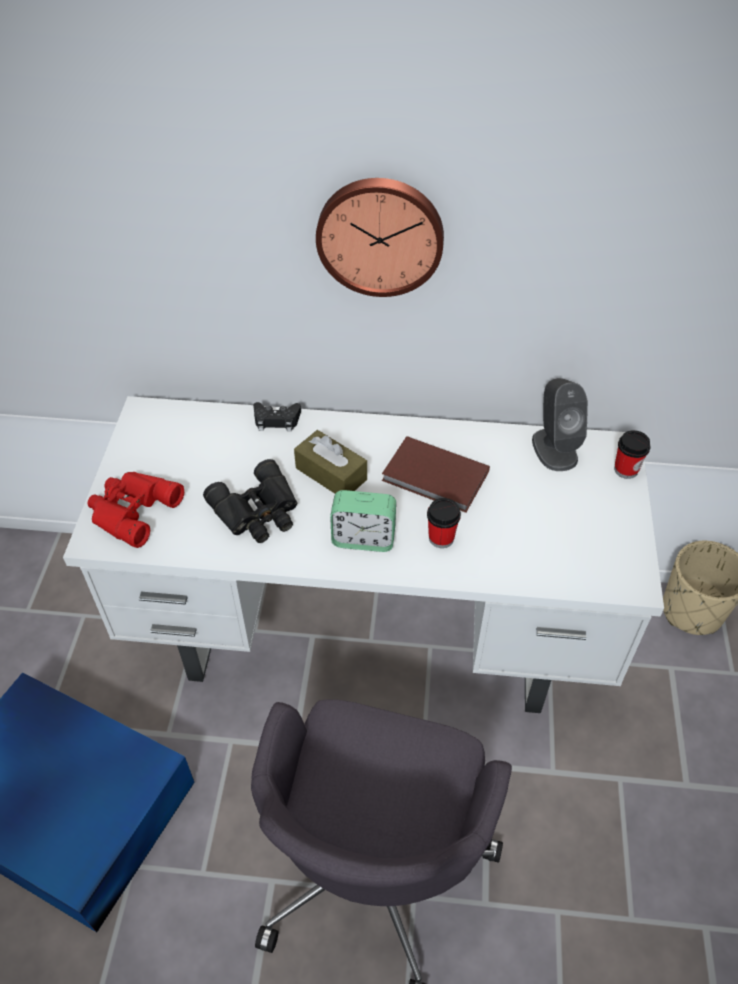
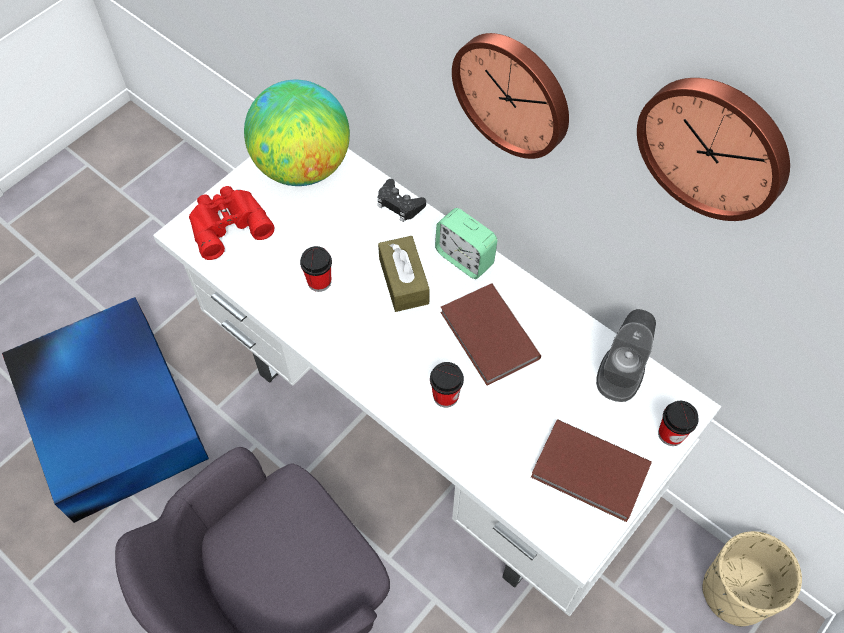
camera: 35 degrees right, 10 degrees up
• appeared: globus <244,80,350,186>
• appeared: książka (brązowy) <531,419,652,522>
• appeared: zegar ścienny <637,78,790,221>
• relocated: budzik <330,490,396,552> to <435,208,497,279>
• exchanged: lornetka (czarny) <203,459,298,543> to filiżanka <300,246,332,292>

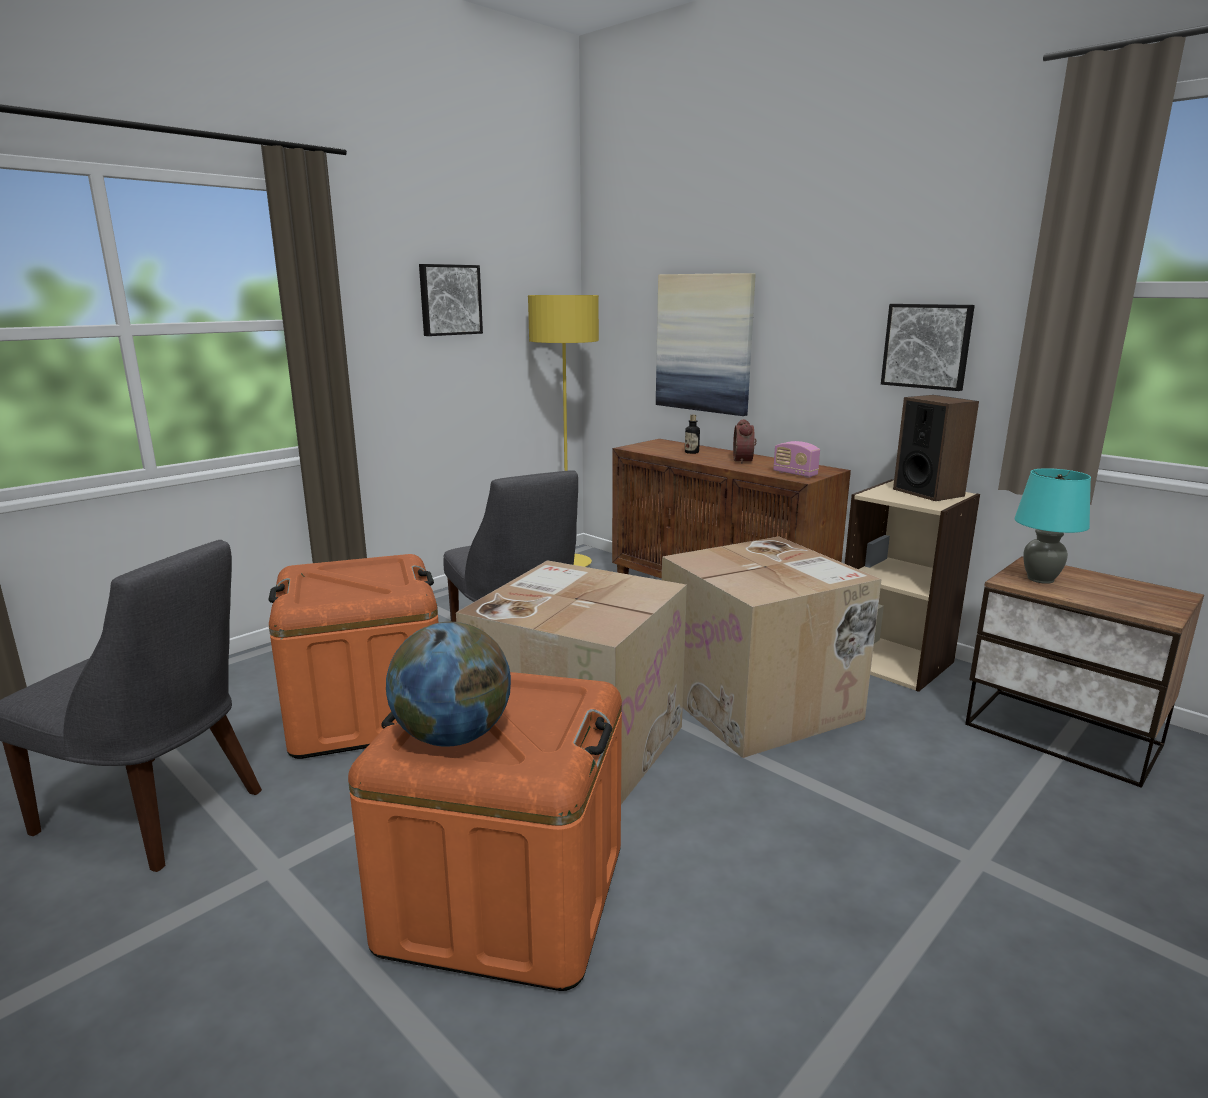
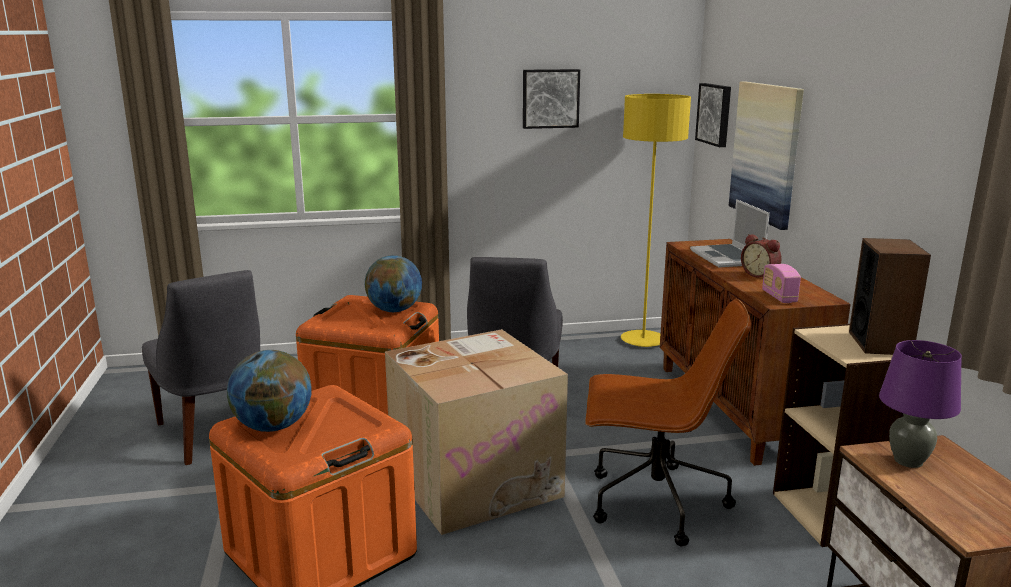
camera: 35 degrees right, 0 degrees up
• appeared: globus <365,255,422,312>
• relocated: obraz <881,304,975,391> to <695,83,731,147>
• exchanged: karton <662,537,882,758> to krzesło biurowe (brązowy) <585,299,751,546>
• exchanged: butelka <685,415,700,454> to laptop <690,199,770,267>
• colour: lampa stołowa (turkusowy) <1015,468,1091,584> to lampa stołowa (fioletowy) <879,340,962,468>
• spun: budzik <733,419,757,464> = <741,234,782,277> 75 degrees counterclockwise

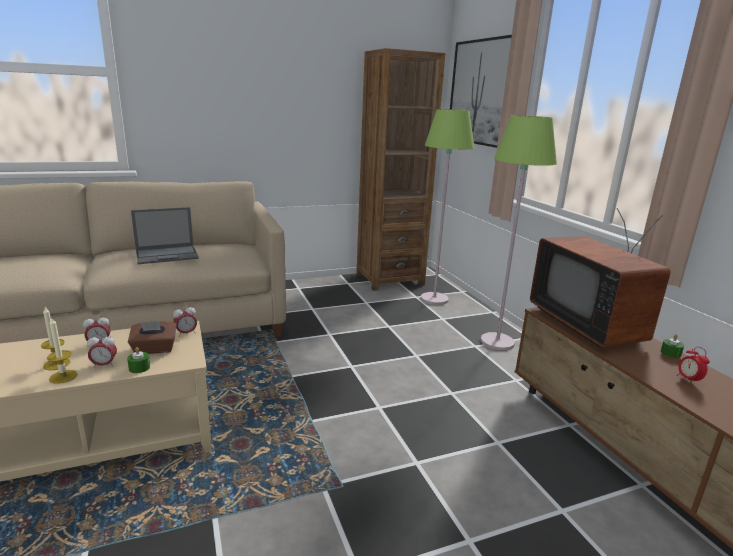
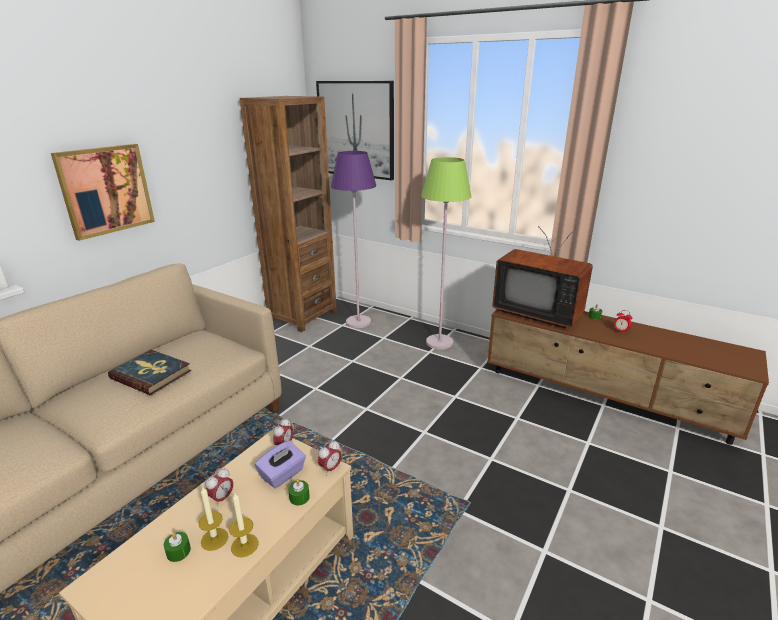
camera: 35 degrees left, 5 degrees up
• appeared: obraz <51,144,155,241>
• appeared: świeca (zielony) <164,532,191,562>
• relocated: budzik <87,333,117,368> to <318,440,342,473>
• exchanged: laptop <131,207,199,264> to książka <108,350,191,395>
• colour: pudełko chusteczek (brązowy) <128,321,177,354> to pudełko chusteczek (fioletowy) <255,440,306,488>
• colour: lampa stojąca (zielony) <421,109,474,305> to lampa stojąca (fioletowy) <331,151,376,328>

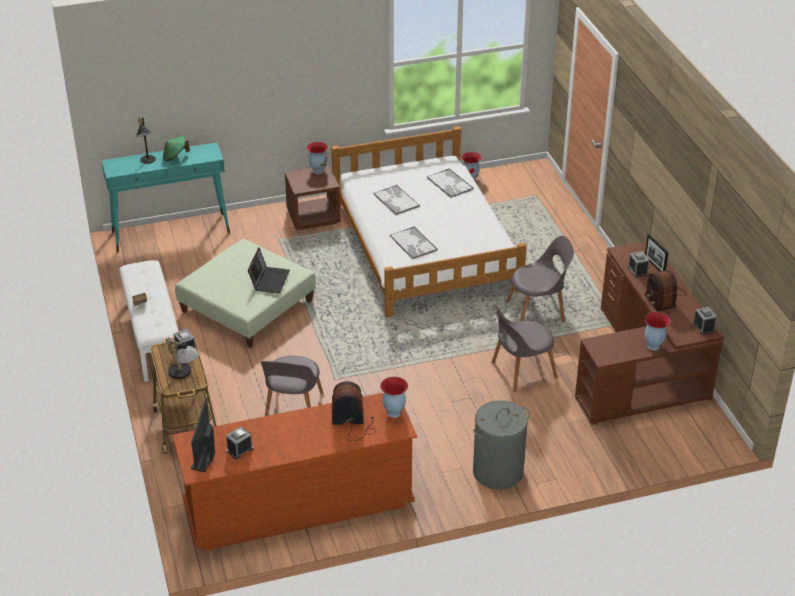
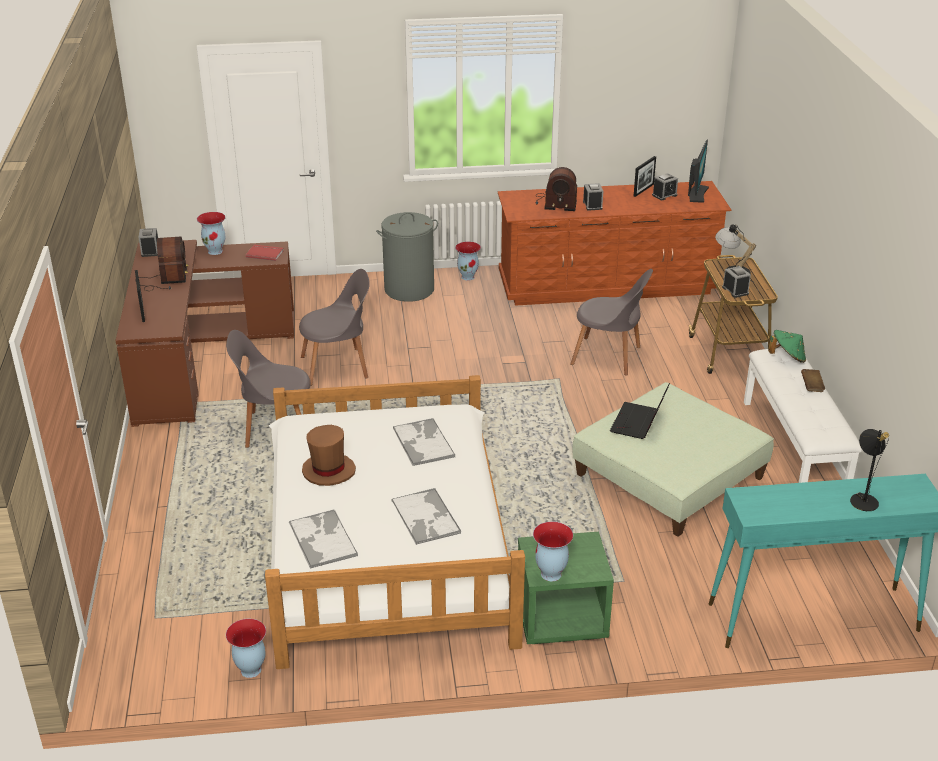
camera: 170 degrees left, 5 degrees down
• appeared: książka (czerwony) <246,245,283,261>
• appeared: kapelusz (brązowy) <302,425,356,486>
• appeared: ramka na zdjęcie <634,156,656,197>
• relocated: kapelusz (zielony) <163,136,190,161> to <768,330,806,363>
• relocated: wazon <380,377,408,418> to <455,242,481,281>
• relocated: budzik <628,251,649,278> to <583,183,603,211>
• colour: szafka nocna (brązowy) <285,165,341,230> to szafka nocna (zielony) <518,532,614,644>
• spun: krzesło (szary) <261,356,323,416> = <570,269,653,376> 90 degrees clockwise

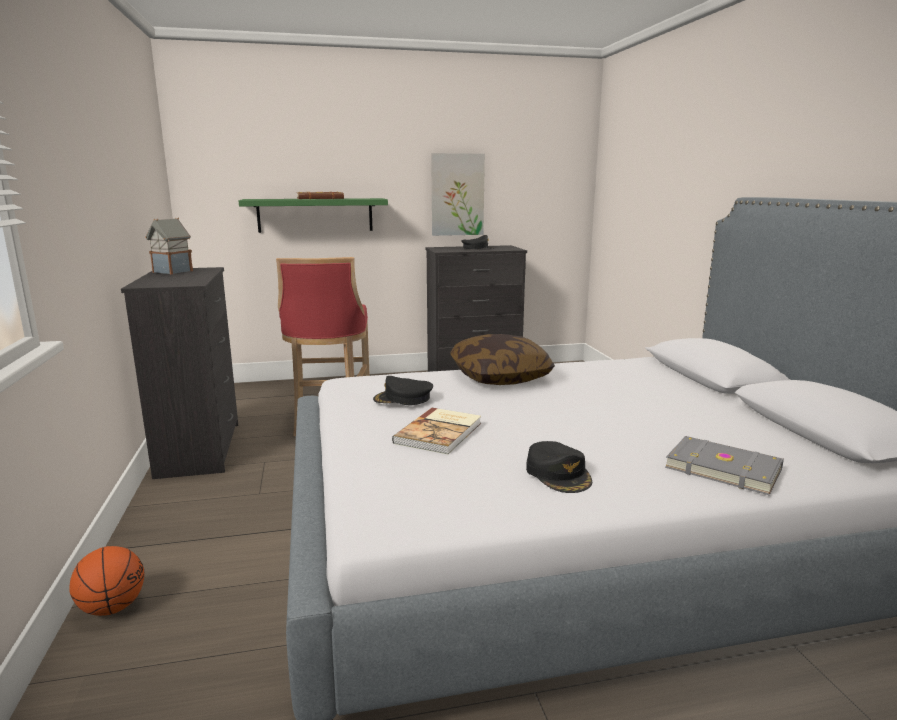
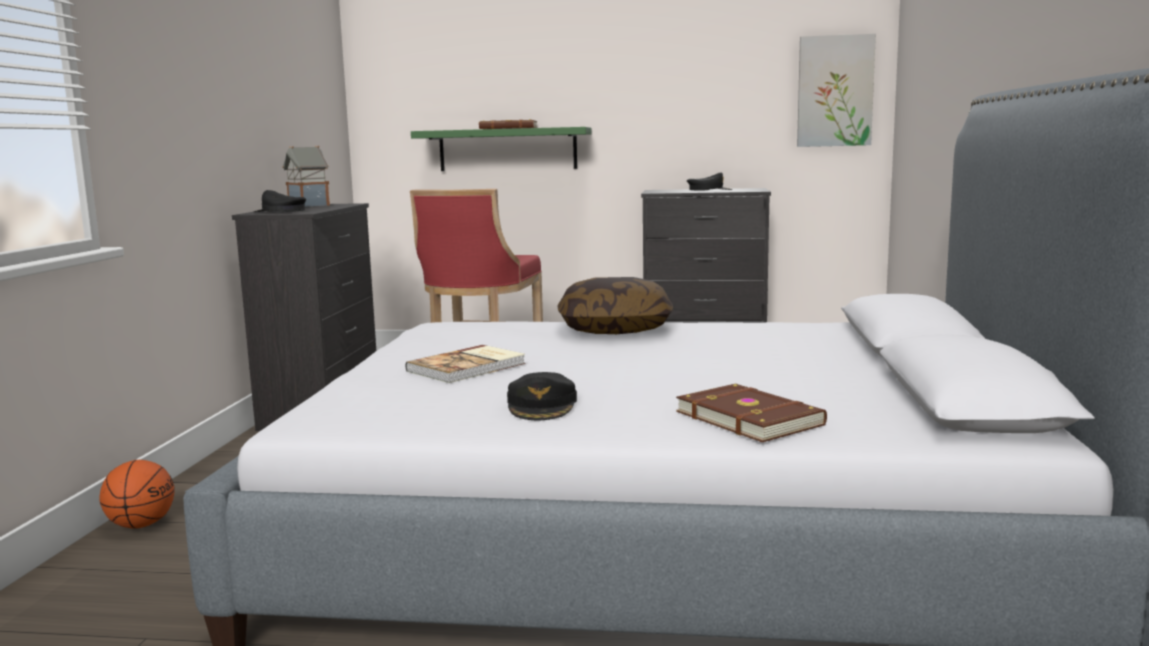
camera: 20 degrees right, 5 degrees down
• relocated: czapka z daszkiem (czarny) <373,376,433,405> to <254,190,306,212>
• relocated: obraz <431,153,485,236> to <797,34,876,147>
• colour: książka (szary) <665,436,784,495> to książka (brązowy) <676,384,827,442>

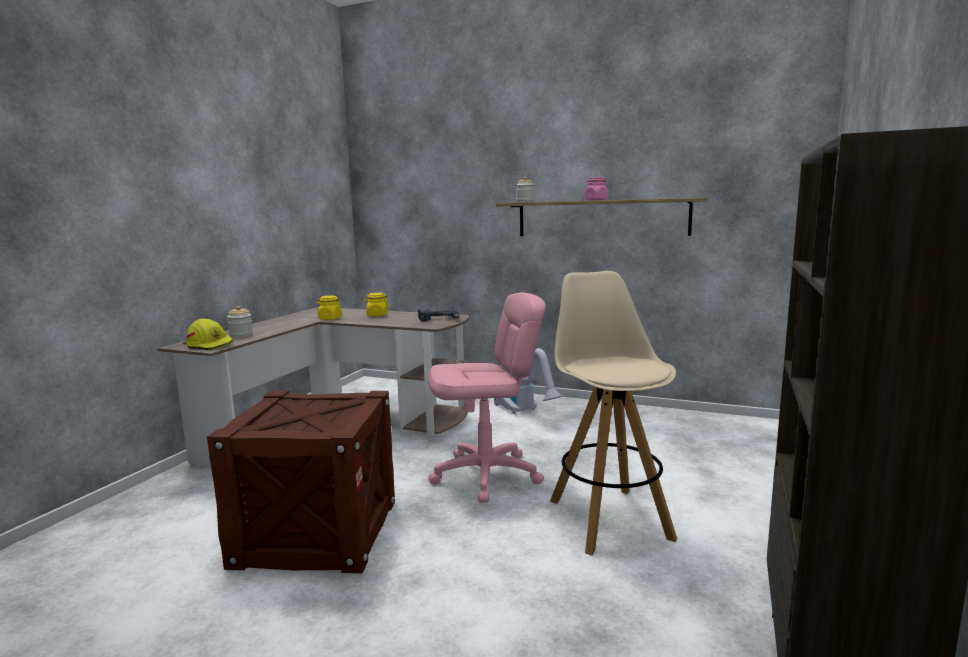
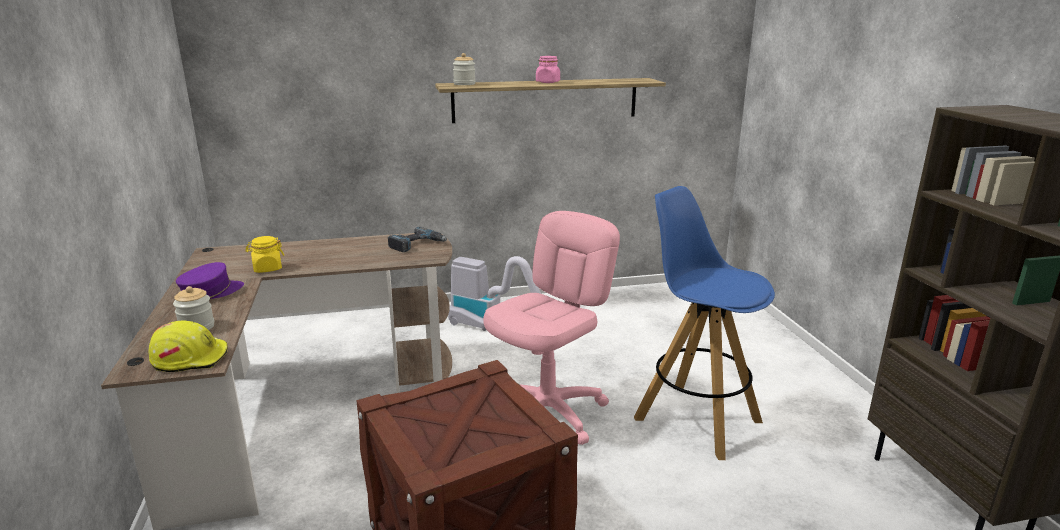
camera: 35 degrees left, 10 degrees up
• missing: słoik (żółty) <364,293,389,317>
• appeared: czapka z daszkiem (fioletowy) <176,262,244,299>
• colour: stołek (beżowy) <550,271,677,556> to stołek (niebieski) <634,186,775,460>

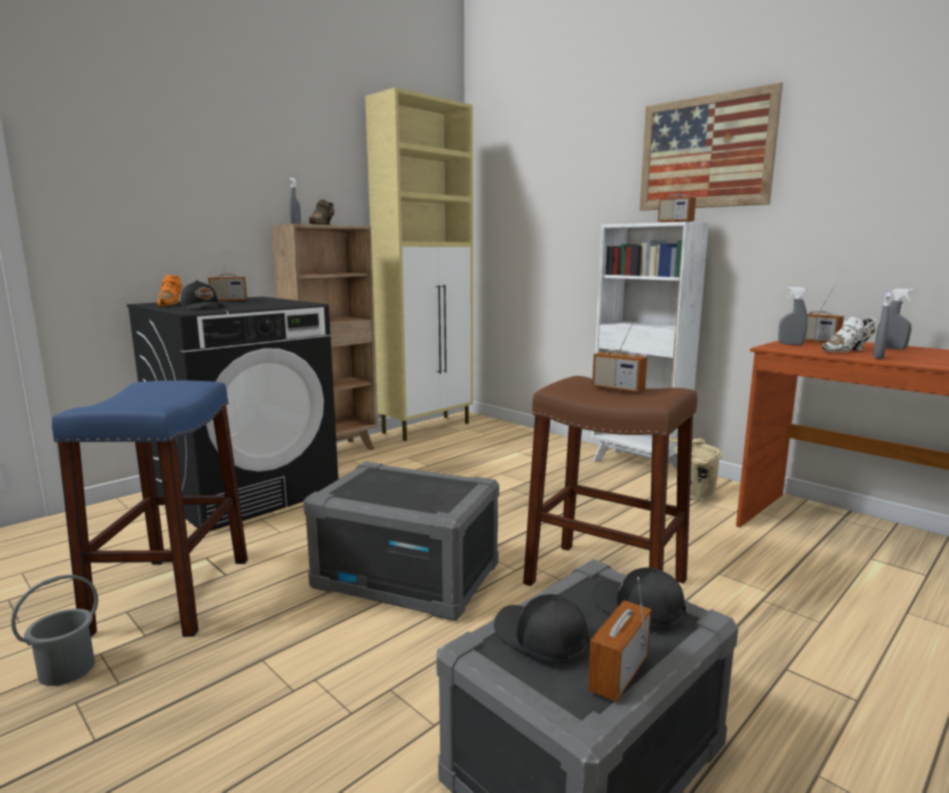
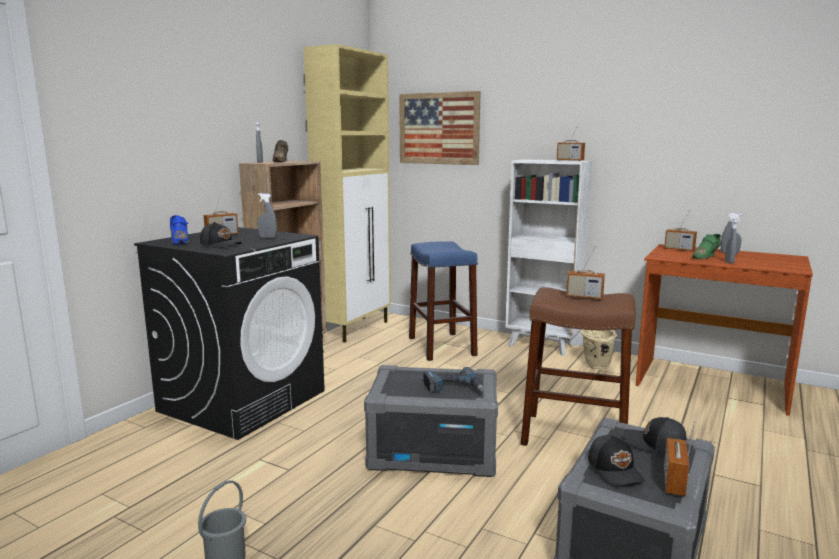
camera: 15 degrees left, 0 degrees up
• appeared: wiertarka <424,367,484,393>
• relocated: stołek (niebieski) <52,380,248,637> to <409,241,478,361>
• relocated: obraz <640,82,783,211> to <399,91,481,165>
• relocated: spryskiwacz (szary) <778,287,808,345> to <257,193,277,238>
• colour: but (pomarańczowy) <157,275,182,306> to but (niebieski) <170,215,189,245>
• colour: but (biały) <821,317,876,352> to but (zielony) <692,234,721,259>
• spun: czapka z daszkiem (czarny) <494,594,589,664> = <588,435,645,485> 135 degrees counterclockwise

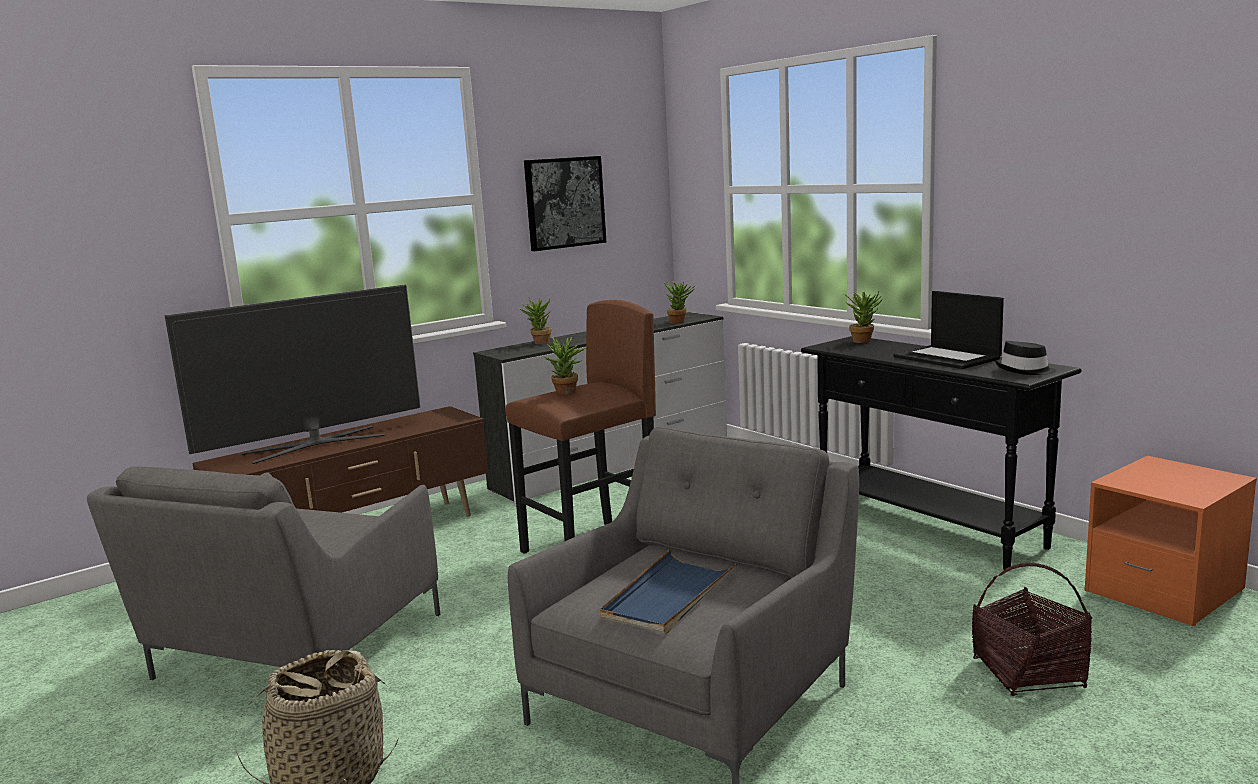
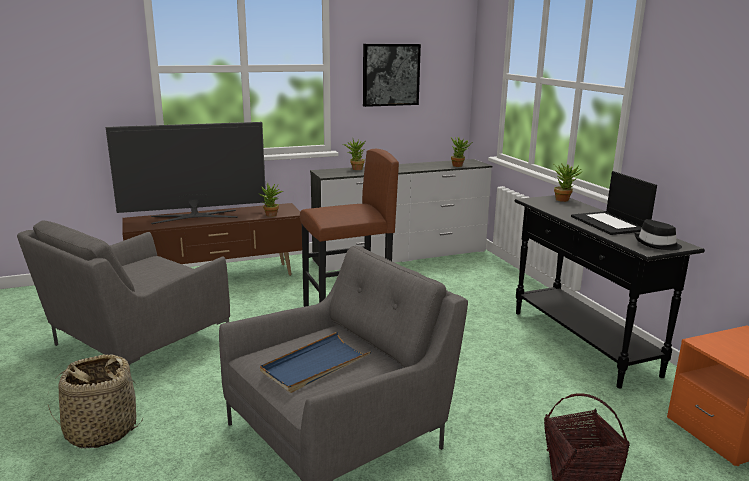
camera: 15 degrees right, 5 degrees up
• relocated: roślina doniczkowa <544,337,588,395> to <260,183,283,217>

